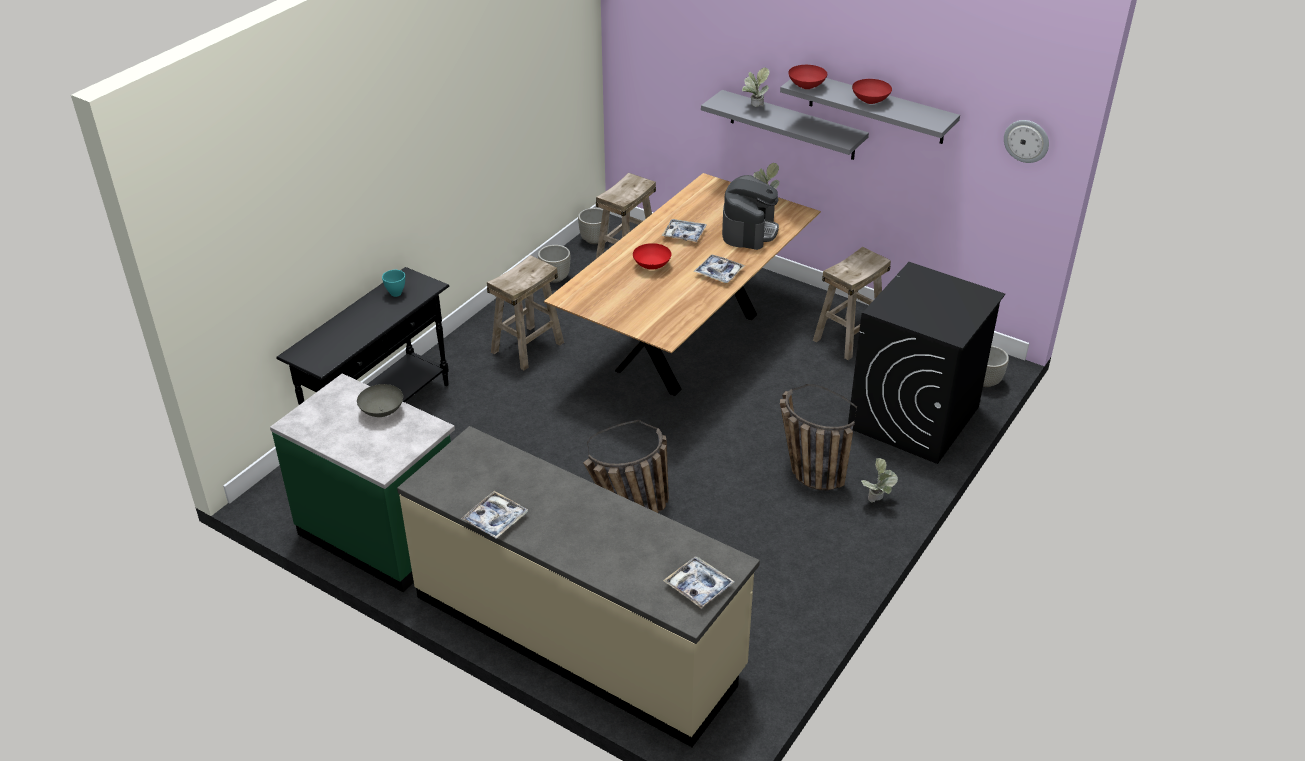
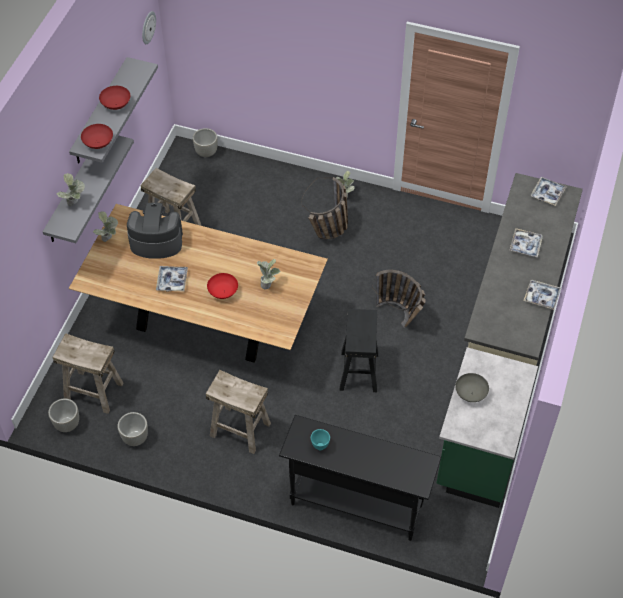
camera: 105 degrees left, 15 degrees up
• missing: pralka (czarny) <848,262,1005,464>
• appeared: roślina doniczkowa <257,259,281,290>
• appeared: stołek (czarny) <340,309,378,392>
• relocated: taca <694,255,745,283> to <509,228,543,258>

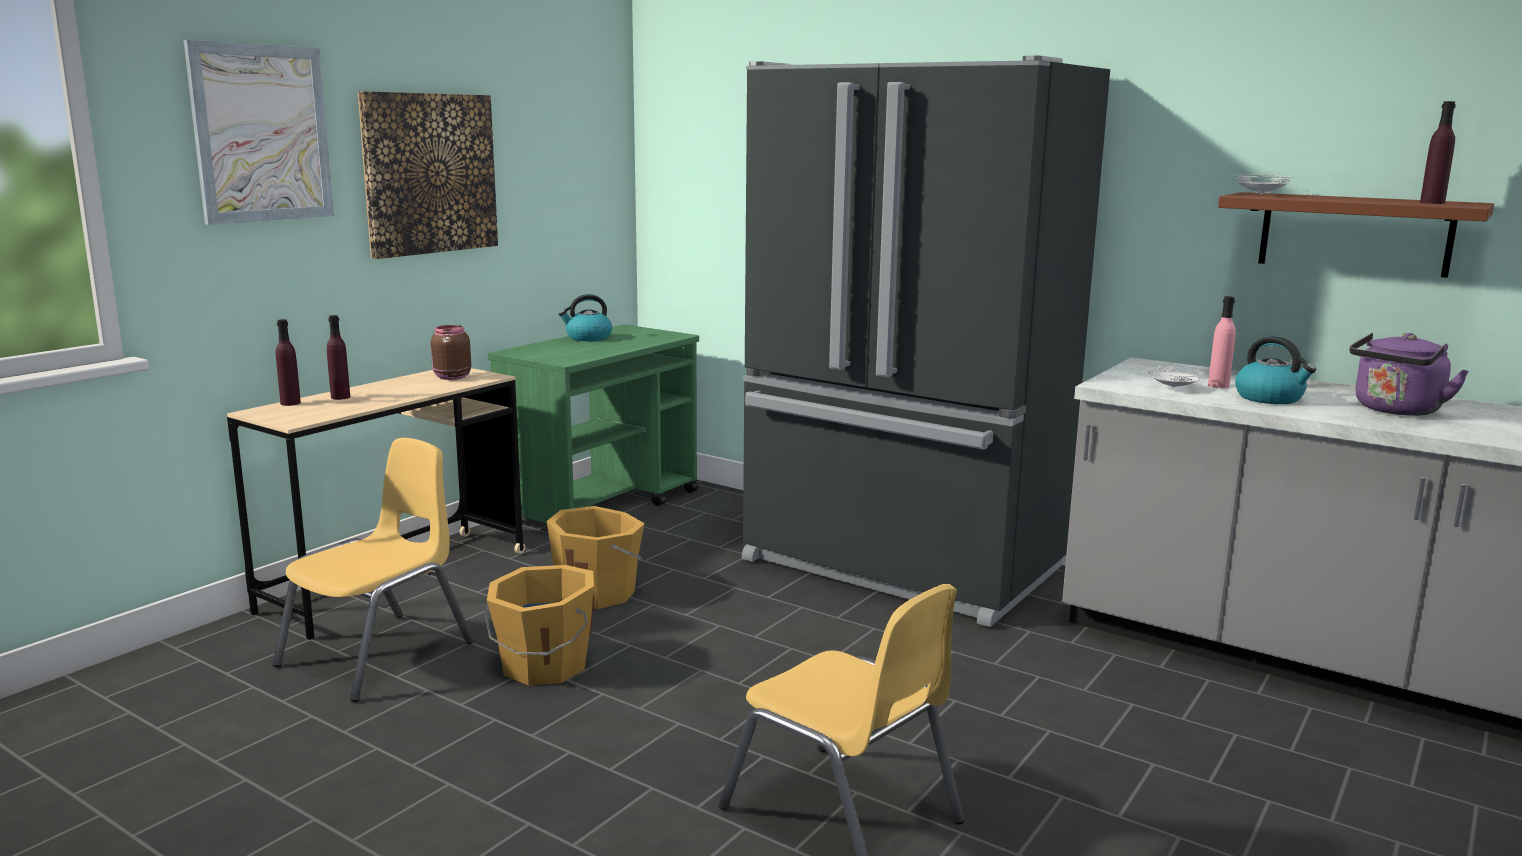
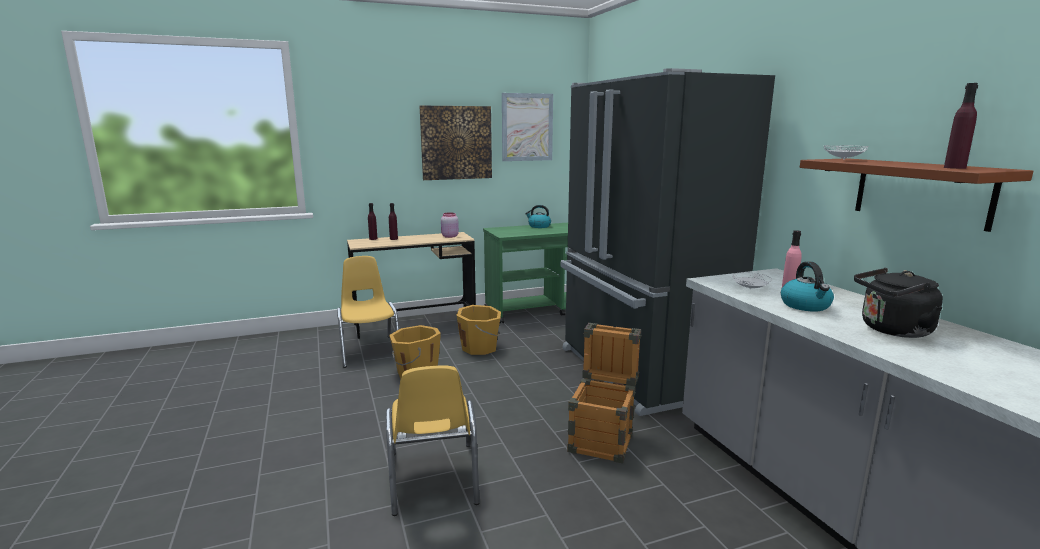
camera: 35 degrees right, 0 degrees up
• appeared: skrzynka <567,323,641,464>
• relocated: obraz <183,40,334,225> to <502,93,553,161>
• colour: słoik (brązowy) <431,325,471,380> to słoik (różowy) <441,213,459,238>
• colour: czajnik (fioletowy) <1349,333,1469,416> to czajnik (czarny) <854,268,943,338>
• spun: krzesło (żółty) <272,438,474,702> = <337,256,399,368> 90 degrees counterclockwise

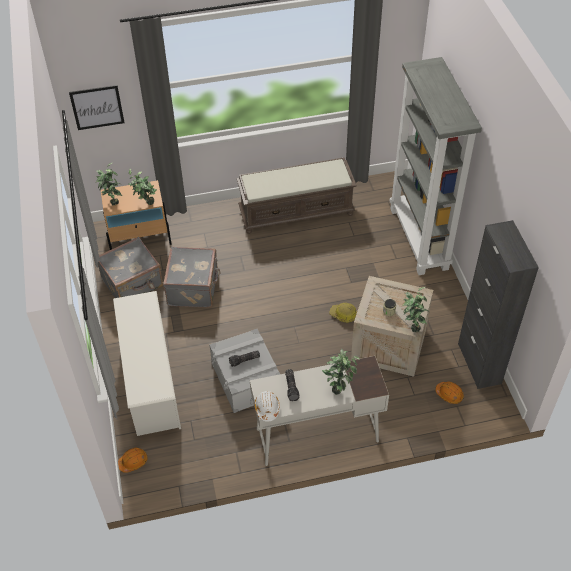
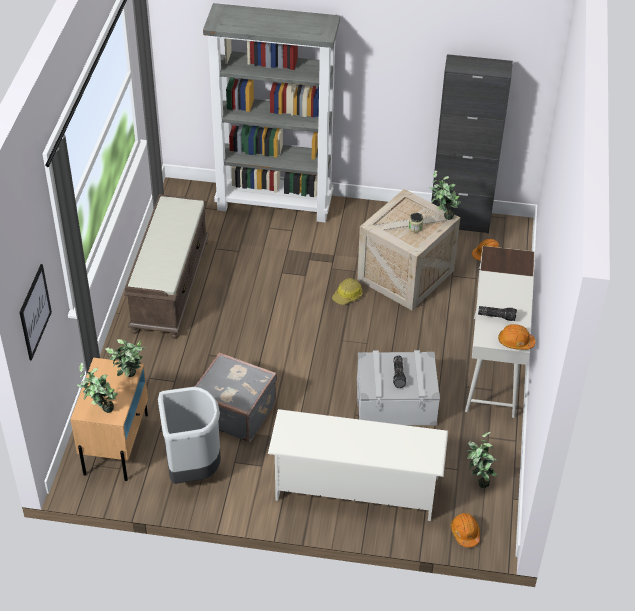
camera: 70 degrees left, 5 degrees down
• relocated: roślina doniczkowa <322,349,359,395> to <467,432,498,488>
• exchanged: walizka (szary) <98,237,163,298> to kosz na śmieci (szary) <158,387,221,484>
• colour: kask (biały) <255,391,280,422> to kask (pomarańczowy) <498,324,535,350>

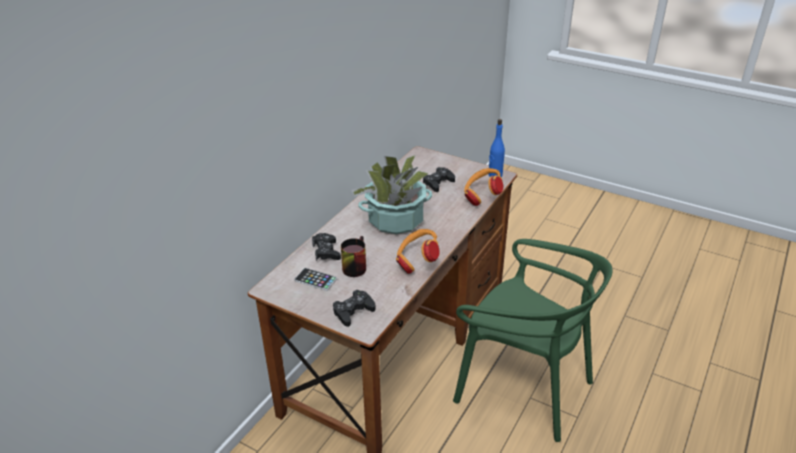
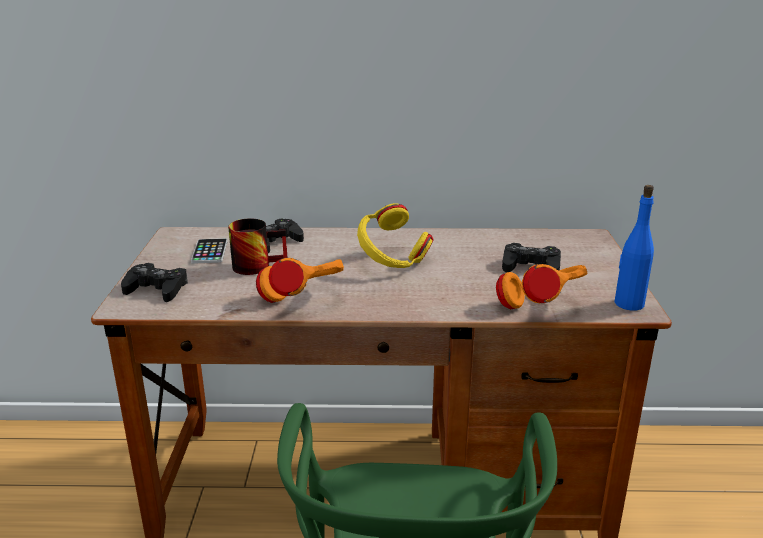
camera: 60 degrees right, 10 degrees down
• exchanged: roślina doniczkowa <351,155,432,234> to słuchawki (żółty) <357,203,434,268>

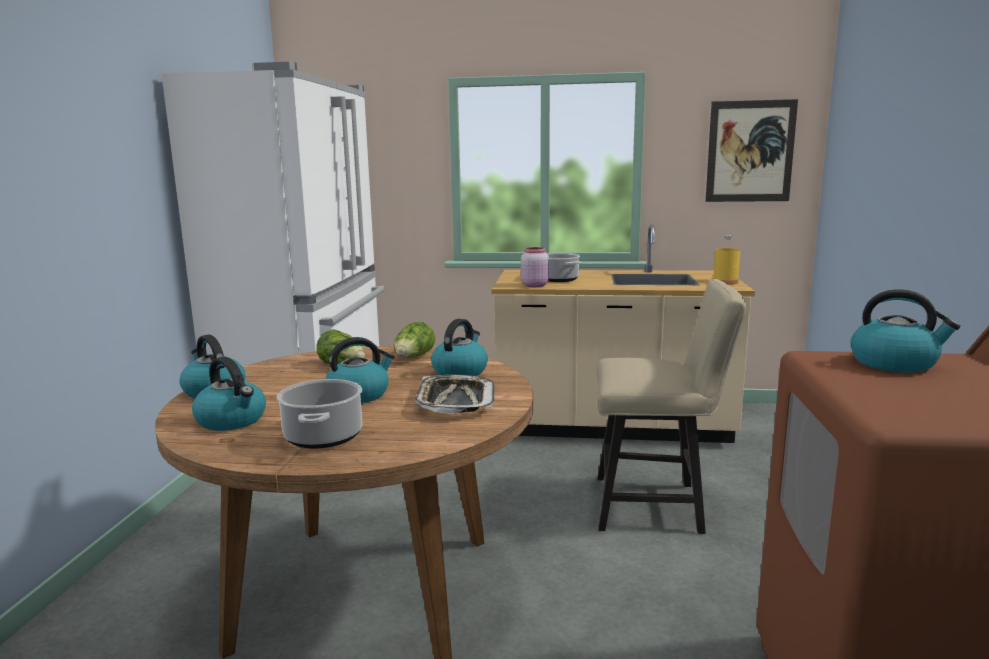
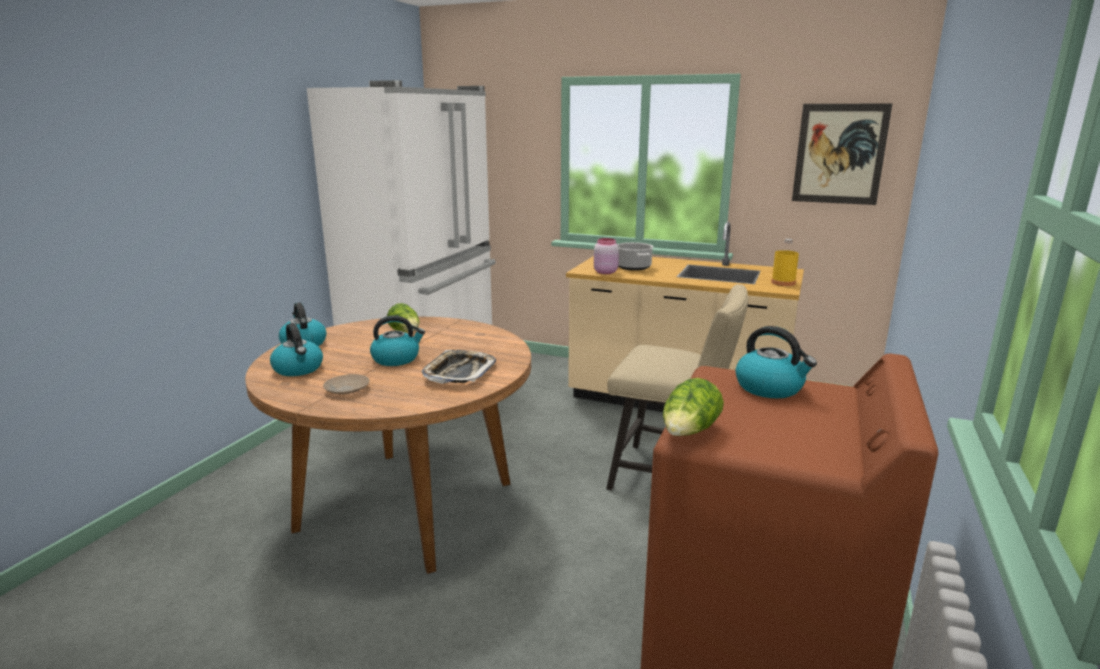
camera: 15 degrees right, 5 degrees up
• missing: czajnik <431,319,488,376>
• relocated: sałata <394,321,435,357> to <663,378,724,436>
• exchanged: garnek <277,379,362,449> to talerz (beżowy) <323,374,370,395>

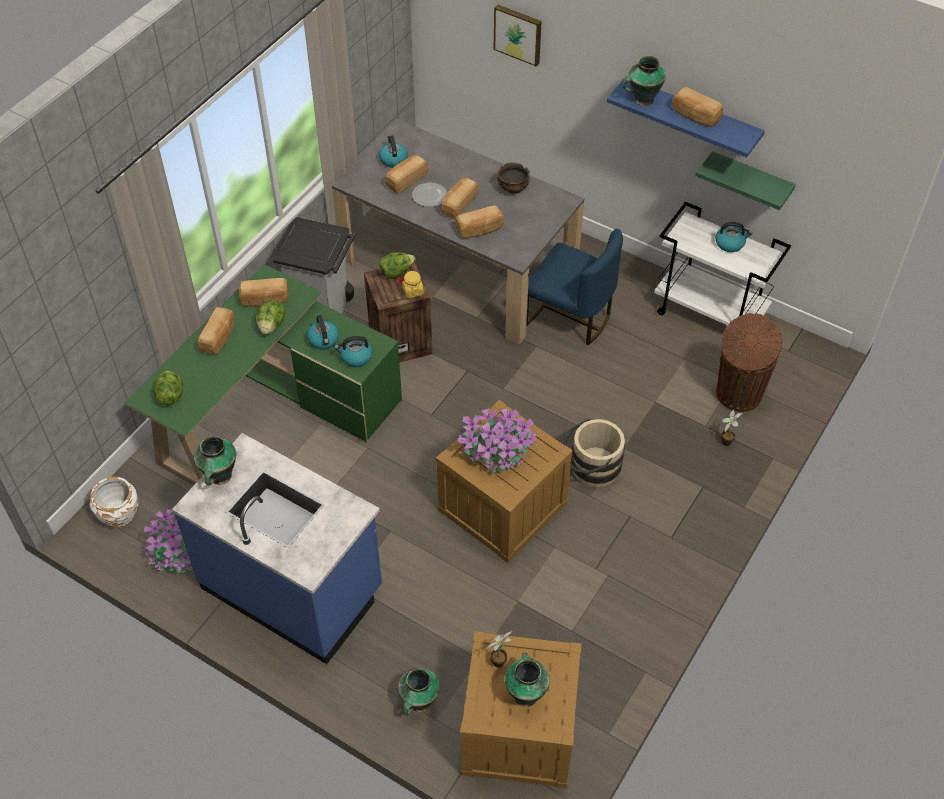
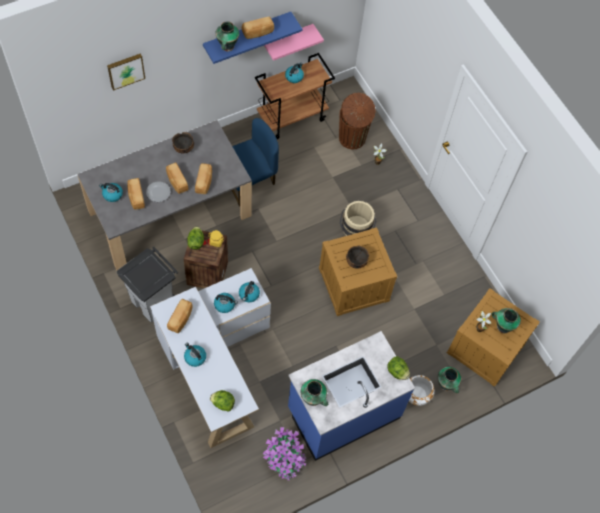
camera: 65 degrees left, 10 degrees up
• relocated: donica (biały) <89,477,139,528> to <409,375,435,406>
• relocated: sałata <255,300,286,335> to <387,356,410,380>
• exchanged: chleb <198,307,235,354> to czajnik <184,343,206,367>
• exchanged: roślina doniczkowa <457,408,537,475> to miska <346,245,369,269>
• colour: biurko (zielony) <124,264,402,486> to biurko (biały) <150,268,271,448>
• colour: wózek (biały) <654,202,791,325> to wózek (brązowy) <255,53,335,139>
• colour: półka (zielony) <695,151,796,210> to półka (różowy) <264,24,324,61>

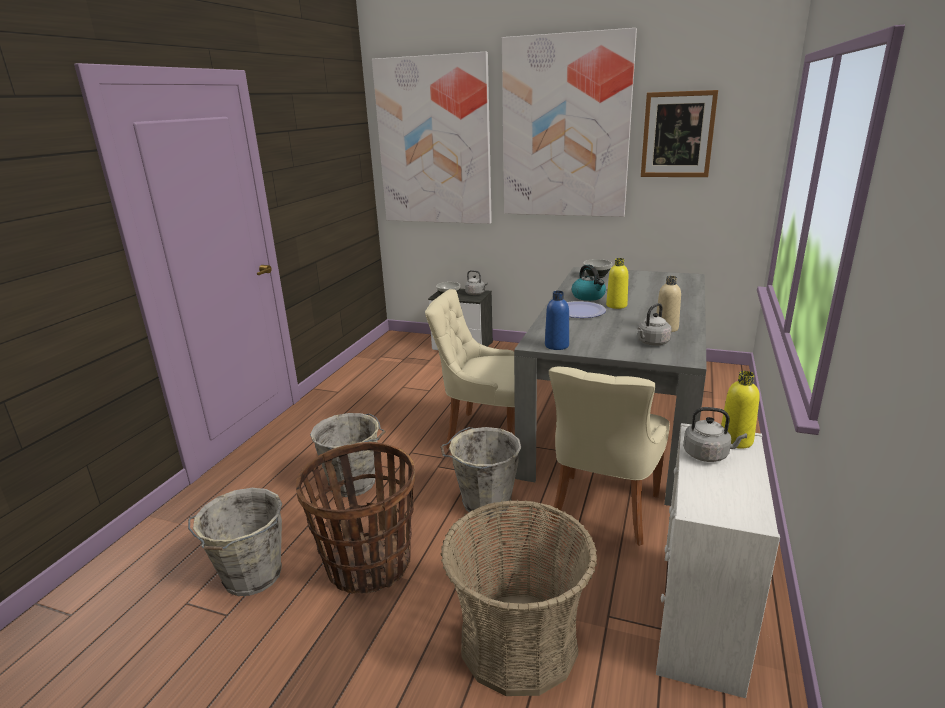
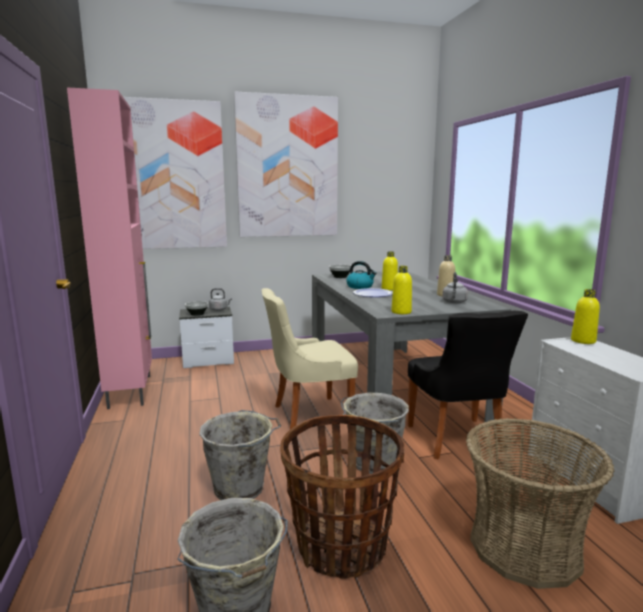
camera: 35 degrees left, 10 degrees down
• missing: obraz <641,90,718,177>
• missing: czajnik (szary) <683,407,747,462>
• appeared: szafka (różowy) <67,87,152,409>
• colour: butelka (niebieski) <545,291,569,350> to butelka (żółty) <392,266,412,314>
• colour: krzesło (beżowy) <549,366,670,546> to krzesło (czarny) <408,311,528,459>

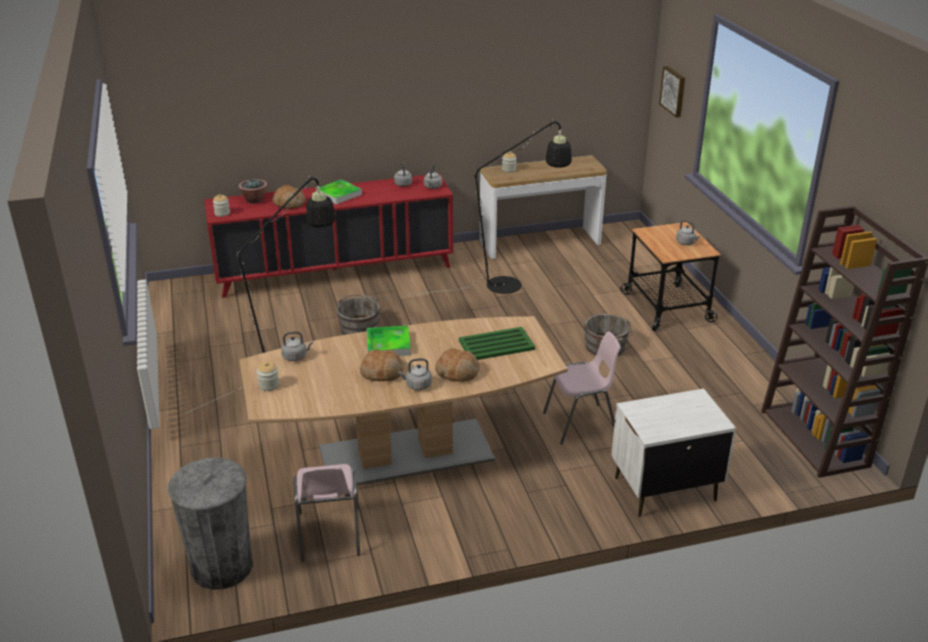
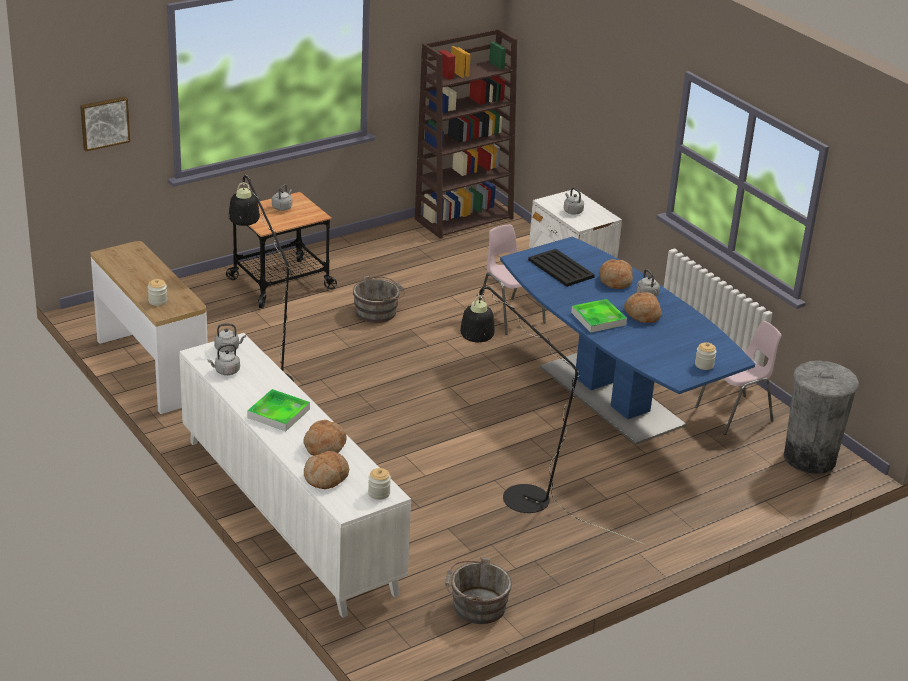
camera: 110 degrees left, 0 degrees up
• relocated: czajnik (szary) <281,331,313,361> to <564,188,584,215>
• relocated: wiadro (szary) <336,295,384,335> to <445,558,512,624>
• exchanged: roślina doniczkowa <239,178,267,204> to chleb <304,451,349,489>
• colour: szafka (czerwony) <204,173,454,298> to szafka (biały) <179,333,411,618>
• colour: stół jadalny (brązowy) <240,316,568,485> to stół jadalny (niebieski) <500,237,755,445>
• colour: taca (zielony) <459,327,535,360> to taca (czarny) <528,249,595,287>

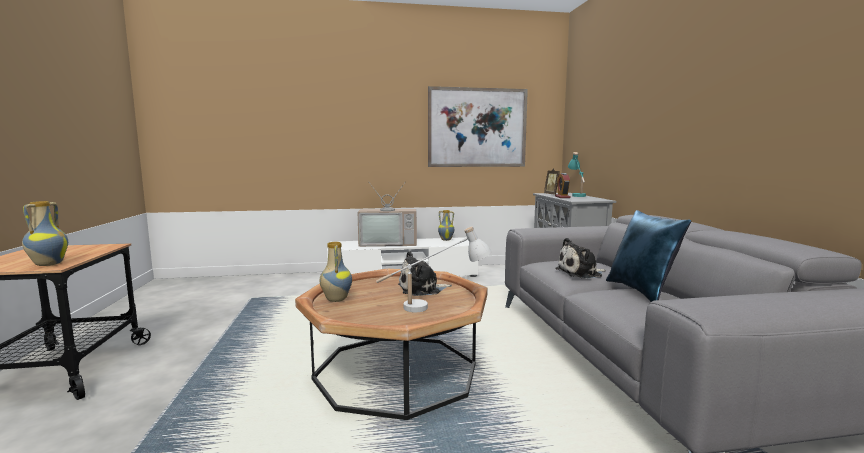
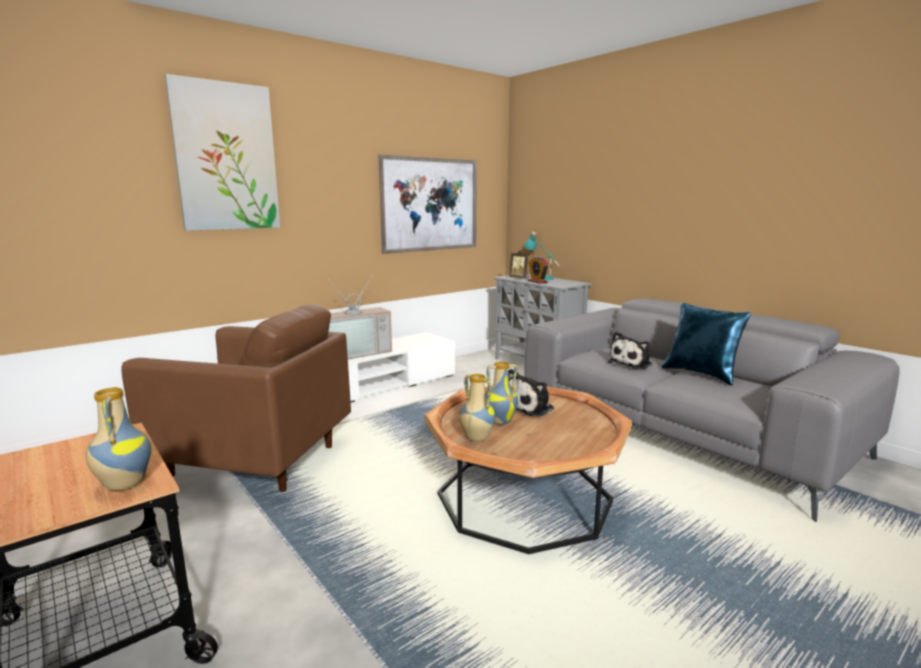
camera: 30 degrees left, 5 degrees up
• missing: lampa stołowa (biały) <376,227,492,312>
• appeared: fotel (brązowy) <121,304,351,492>
• appeared: obraz <165,74,280,231>
• relocated: wazon <438,210,454,241> to <486,361,518,425>

